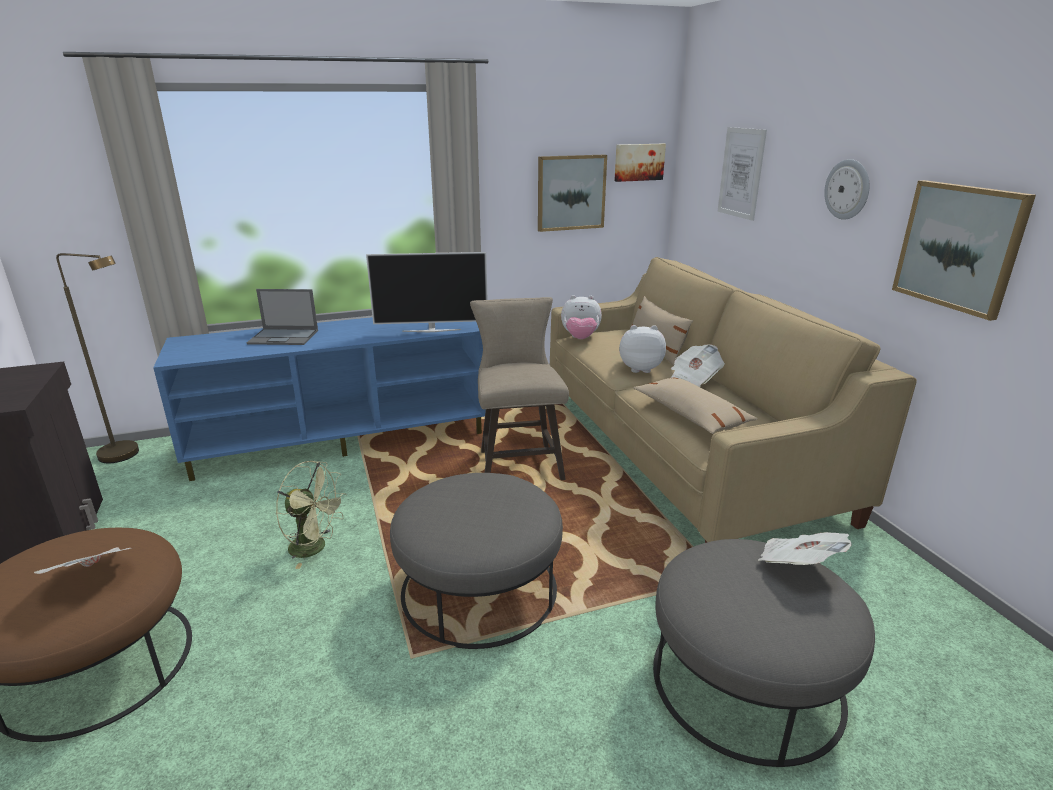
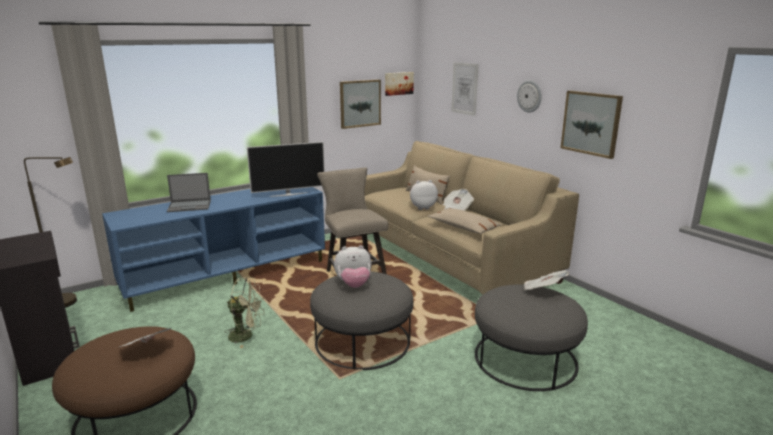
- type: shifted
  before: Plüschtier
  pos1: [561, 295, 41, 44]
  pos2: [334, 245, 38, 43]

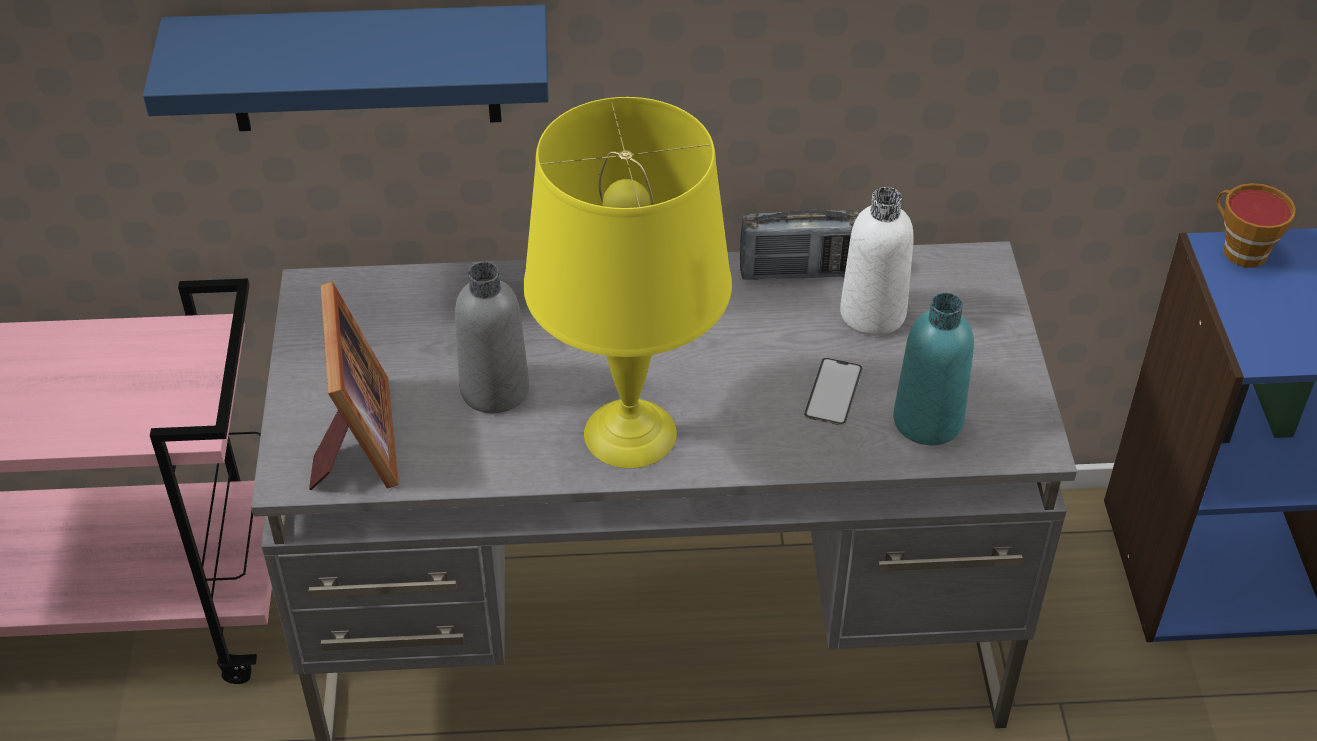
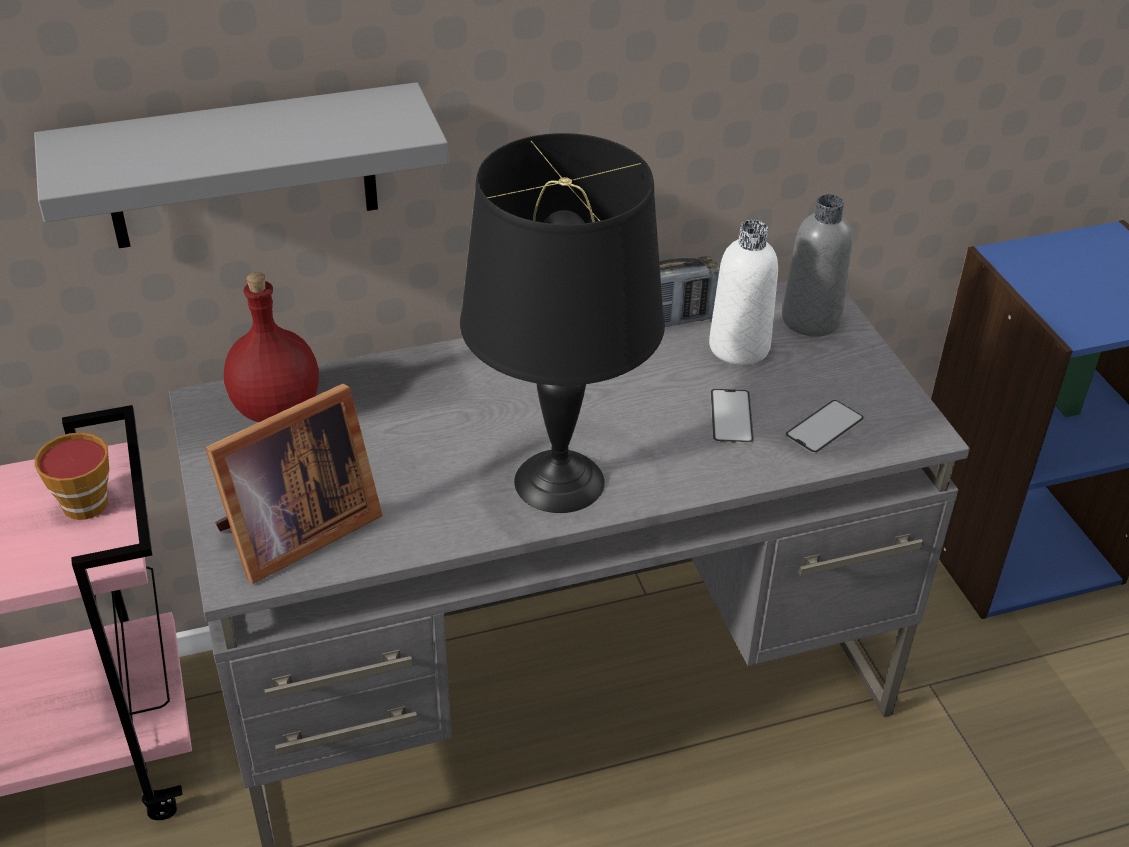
- type: repainted
  before: Wandregal (blau)
  after: Wandregal (grau)
  pos1: [143, 5, 406, 126]
  pos2: [34, 82, 414, 166]
- type: shifted
  before: Tasse
  pos1: [1216, 183, 80, 85]
  pos2: [35, 432, 74, 88]
- type: rotated
  before: Bilderrahmen
  pos1: [309, 281, 90, 209]
  pos2: [205, 383, 177, 201]
  turn: 75
- type: new
  after: Flasche (rot)
  pos2: [224, 272, 95, 150]
- type: repainted
  before: Tischlampe (gelb)
  after: Tischlampe (schwarz)
  pos1: [523, 97, 209, 371]
  pos2: [460, 133, 205, 380]
- type: shifted
  before: Flasche (grau)
  pos1: [455, 262, 74, 151]
  pos2: [782, 194, 71, 143]
- type: swapped
  before: Flasche (türkis)
  after: Handy
  pos1: [893, 293, 81, 152]
  pos2: [785, 400, 79, 54]

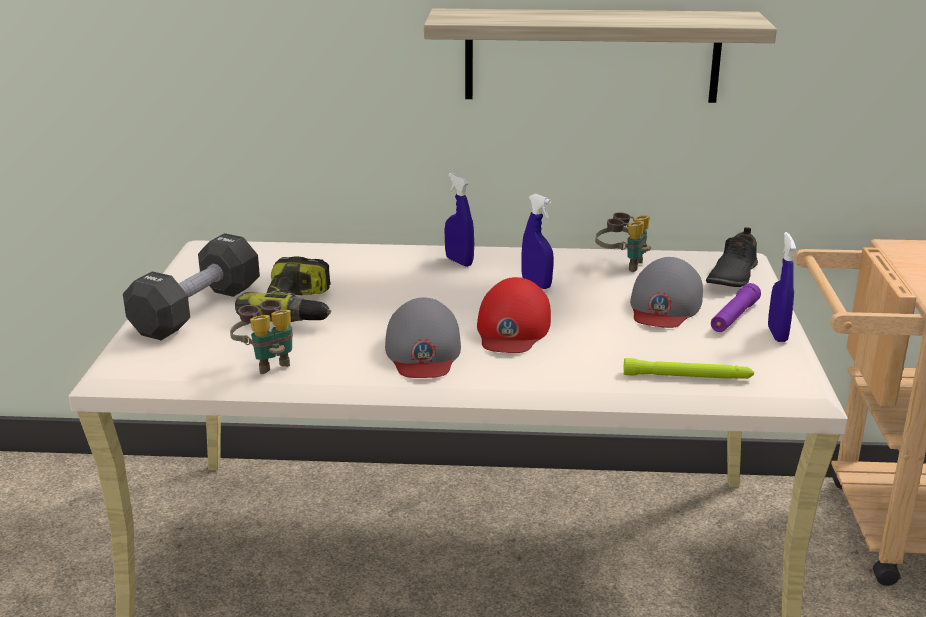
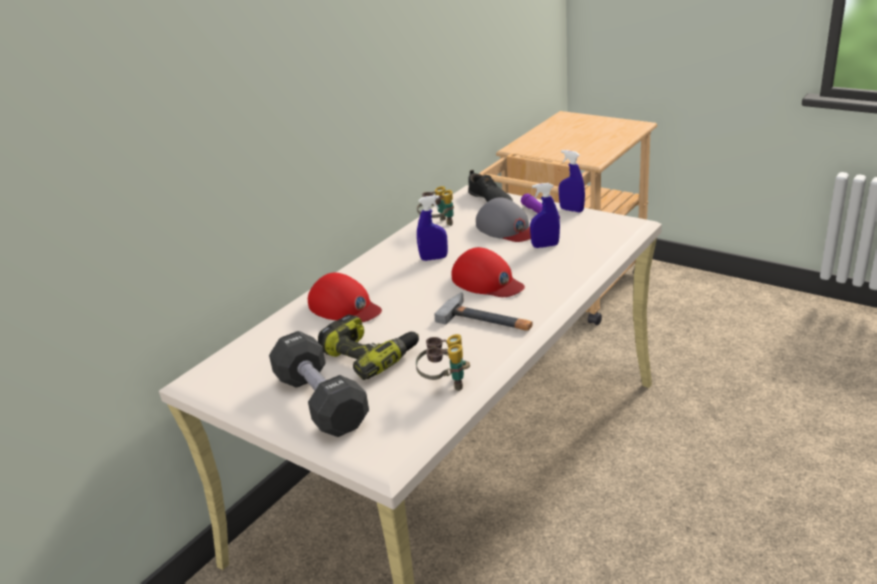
- type: new
  after: Kappe (rot)
  pos2: [308, 273, 74, 49]
- type: swapped
  before: Kappe (grau)
  after: Hammer
  pos1: [385, 297, 76, 81]
  pos2: [434, 292, 99, 39]
- type: shifted
  before: Sprühflasche (blau)
  pos1: [445, 173, 29, 94]
  pos2: [530, 183, 30, 65]
- type: gone
  before: Wandregal
  pos1: [424, 8, 353, 95]
- type: gone
  before: Taschenlampe (grün)
  pos1: [623, 358, 131, 21]

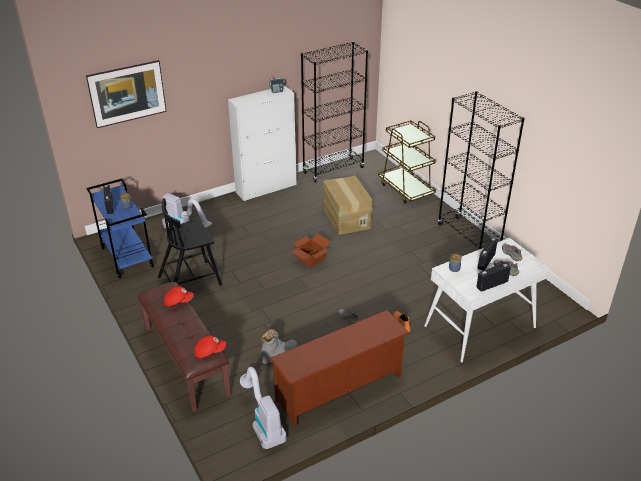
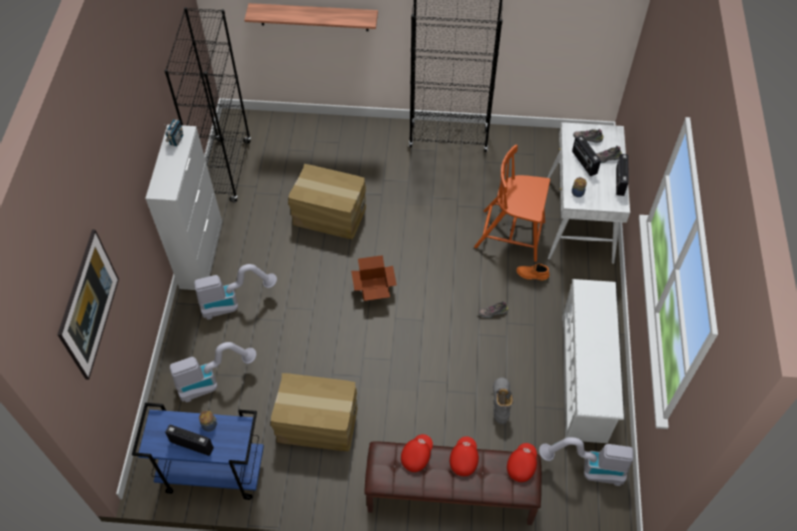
- type: new
  after: Staubsauger
  pos2: [194, 264, 83, 55]
- type: new
  after: Wandregal
  pos2: [244, 3, 134, 28]
- type: swapped
  before: Stuhl (schwarz)
  after: Karton
  pos1: [158, 198, 64, 88]
  pos2: [271, 373, 87, 78]
- type: new
  after: Kappe (rot)
  pos2: [450, 436, 29, 40]
- type: new
  after: Stuhl (orange)
  pos2: [474, 144, 76, 118]
- type: repainted
  before: Schuhregal (braun)
  after: Schuhregal (weiß)
  pos1: [270, 310, 140, 116]
  pos2: [562, 279, 62, 164]
- type: gone
  before: Rollwagen (braun)
  pos1: [378, 120, 58, 84]

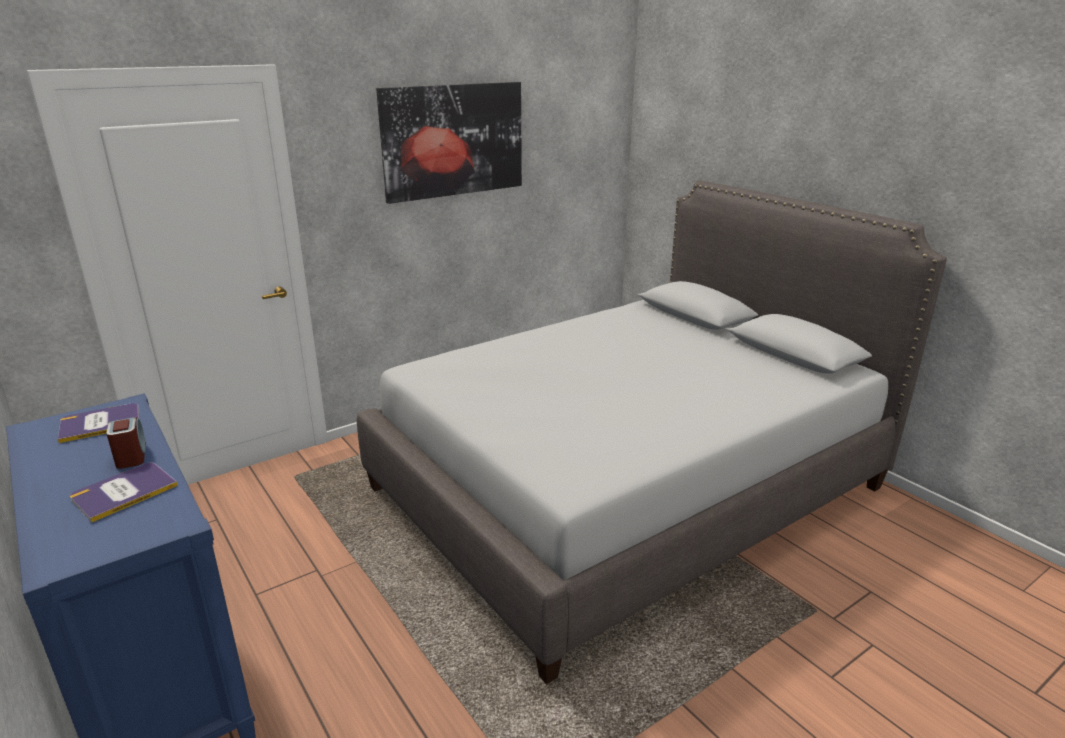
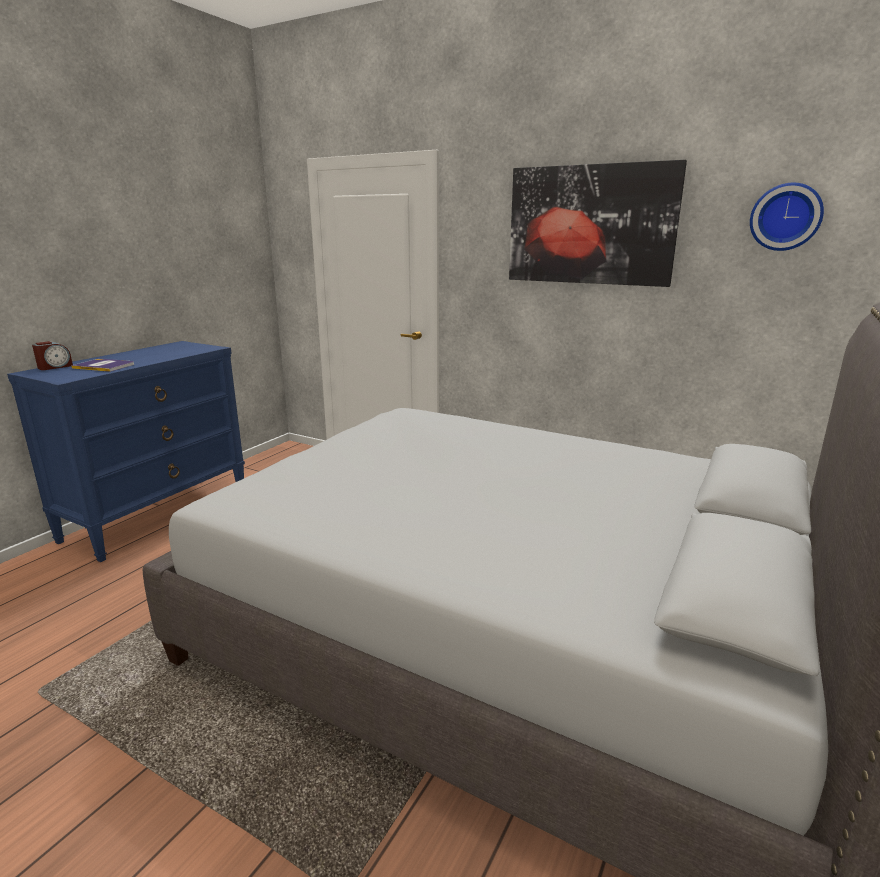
- type: shifted
  before: Wecker
  pos1: [106, 417, 40, 52]
  pos2: [32, 341, 41, 29]
- type: new
  after: Wanduhr
  pos2: [750, 183, 74, 68]
- type: gone
  before: Buch
  pos1: [58, 403, 82, 40]

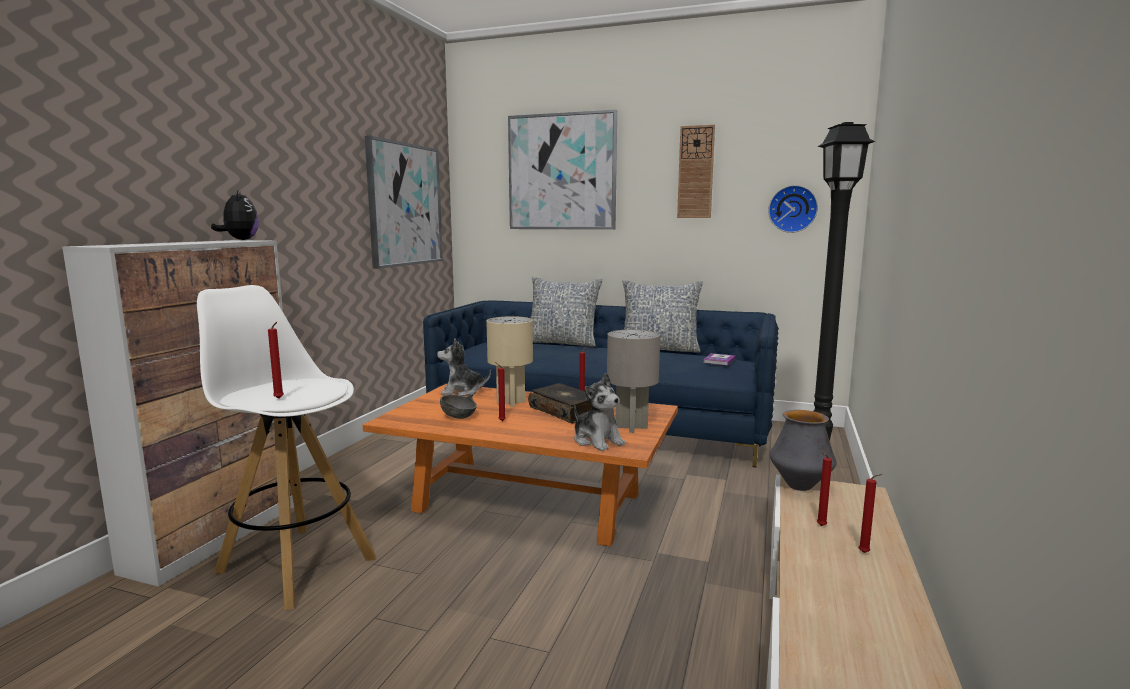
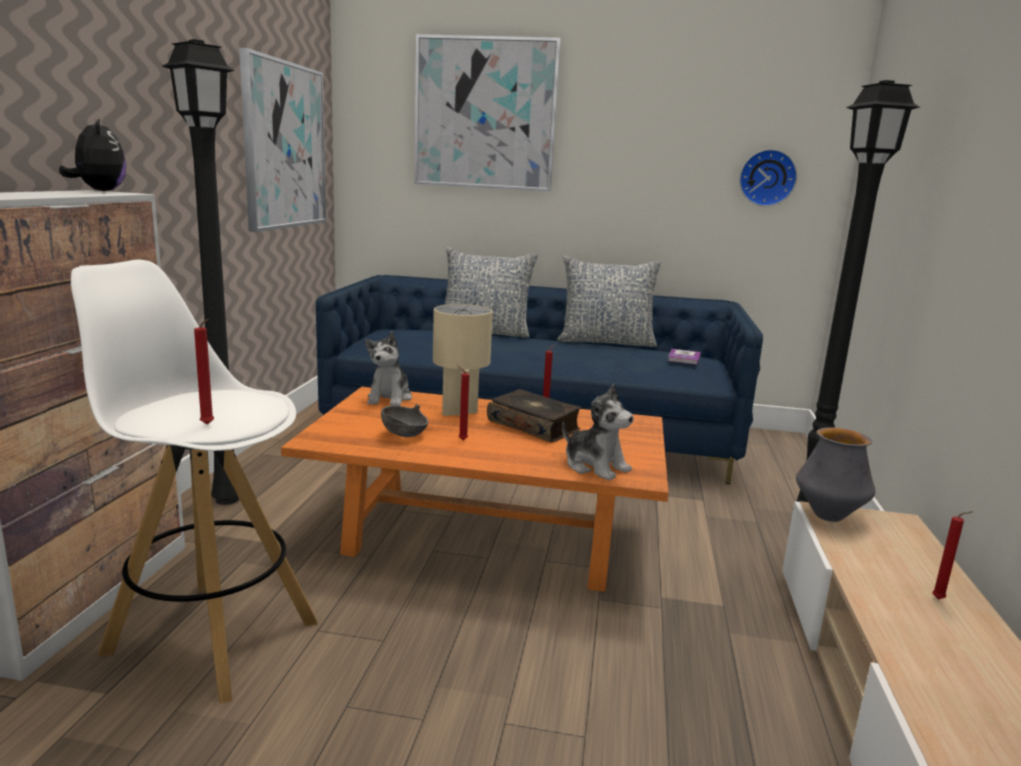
- type: new
  after: Stehlampe (schwarz)
  pos2: [162, 39, 77, 466]
- type: rotated
  before: Plüschtier
  pos1: [437, 338, 54, 58]
  pos2: [365, 331, 47, 75]
  turn: -75
- type: gone
  before: Tischlampe (grau)
  pos1: [607, 329, 53, 104]
- type: gone
  before: Wanduhr
  pos1: [677, 125, 38, 93]
- type: gone
  before: Kerze (rot)
  pos1: [817, 452, 15, 74]

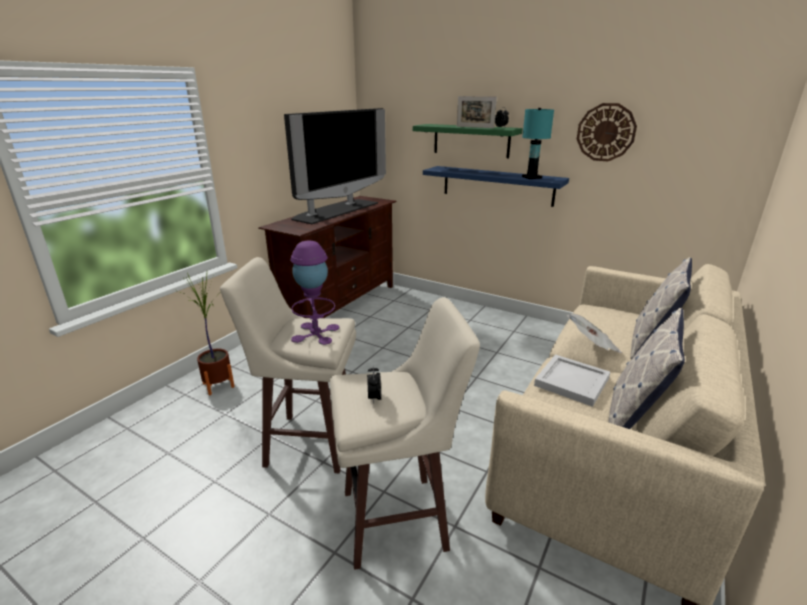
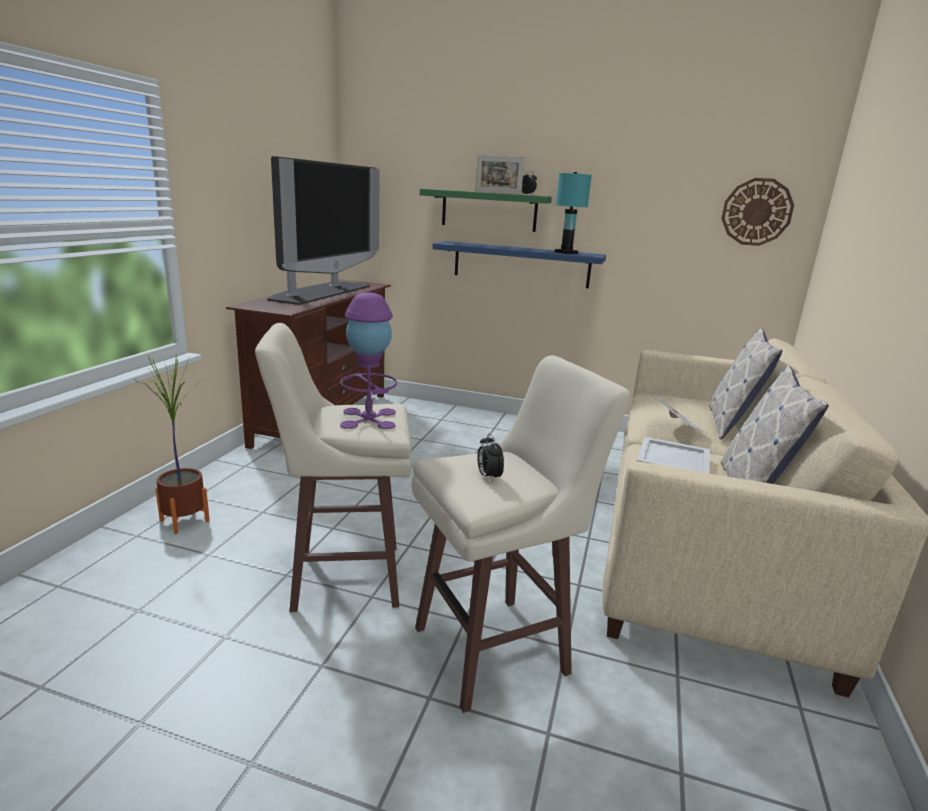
- type: shifted
  before: Wanduhr
  pos1: [577, 103, 60, 58]
  pos2: [721, 178, 73, 68]

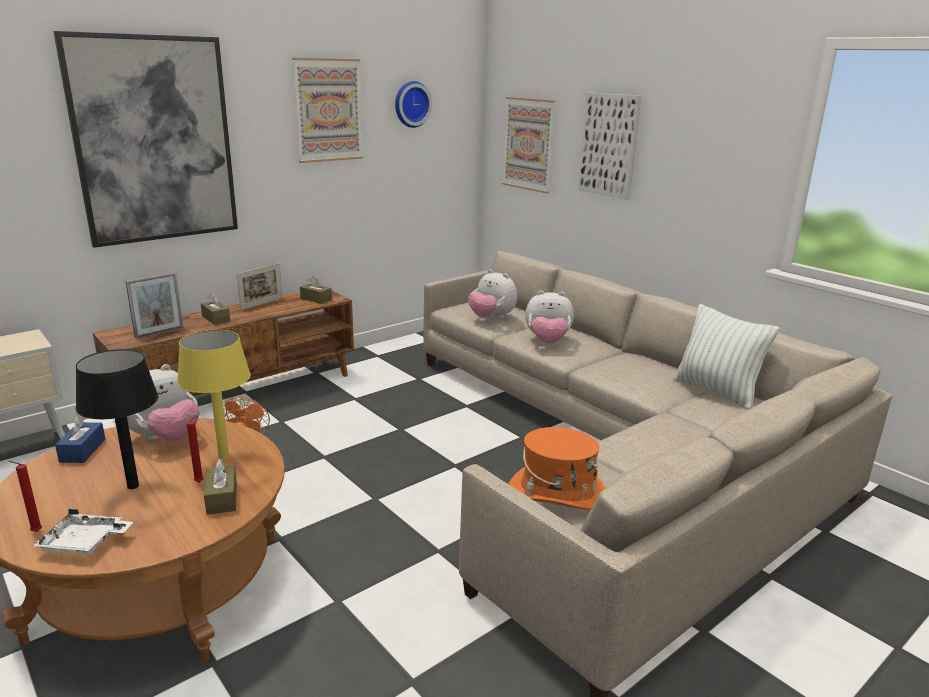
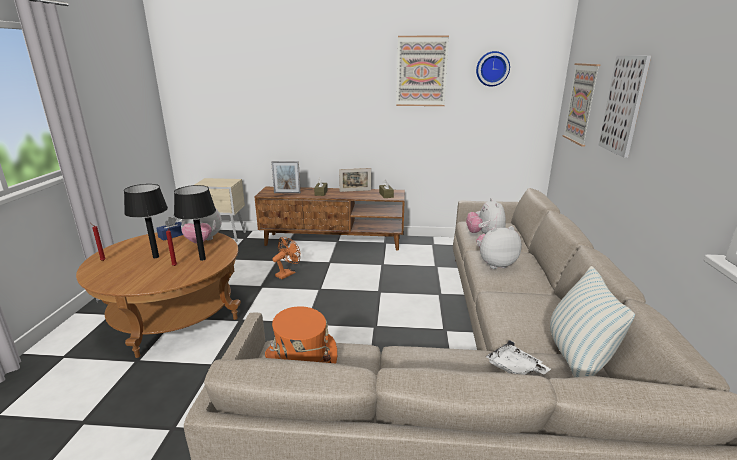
- type: repainted
  before: Tischlampe (gelb)
  after: Tischlampe (schwarz)
  pos1: [177, 330, 74, 130]
  pos2: [174, 185, 42, 76]
- type: rotated
  before: Plüschtier
  pos1: [525, 290, 49, 54]
  pos2: [477, 226, 45, 43]
  turn: 120
- type: shifted
  before: Tablett (weiß)
  pos1: [32, 508, 101, 47]
  pos2: [485, 340, 66, 35]
- type: gone
  before: Bild
  pos1: [53, 31, 185, 217]
- type: gone
  before: Taschentuchbox (braun)
  pos1: [204, 459, 33, 56]

